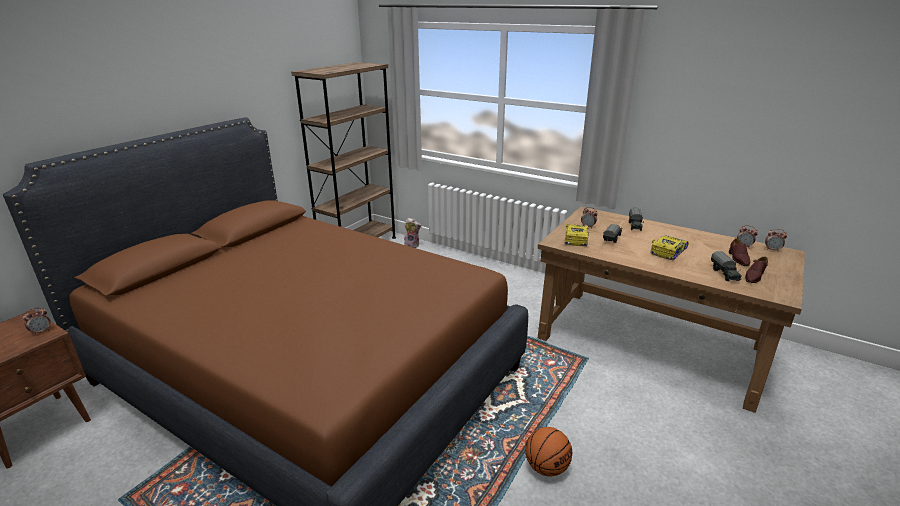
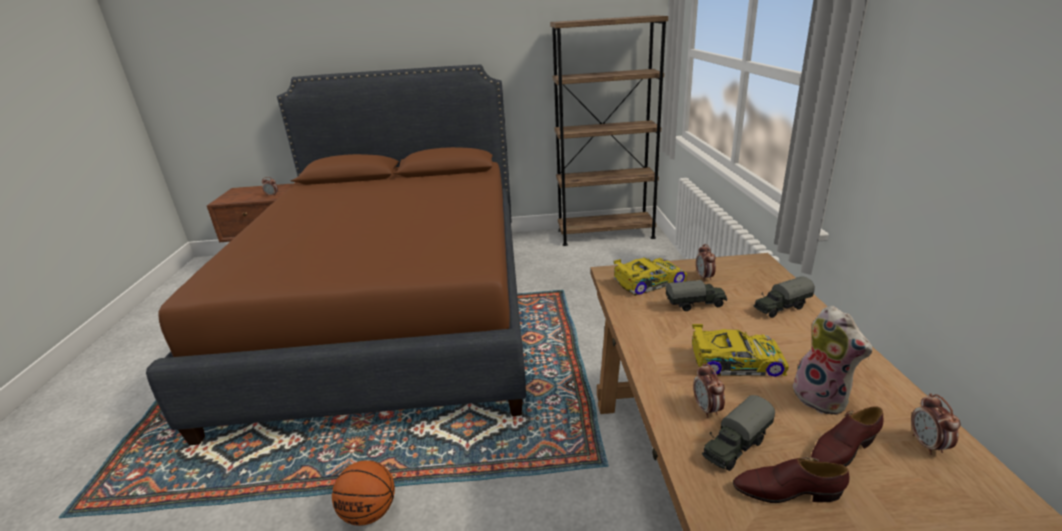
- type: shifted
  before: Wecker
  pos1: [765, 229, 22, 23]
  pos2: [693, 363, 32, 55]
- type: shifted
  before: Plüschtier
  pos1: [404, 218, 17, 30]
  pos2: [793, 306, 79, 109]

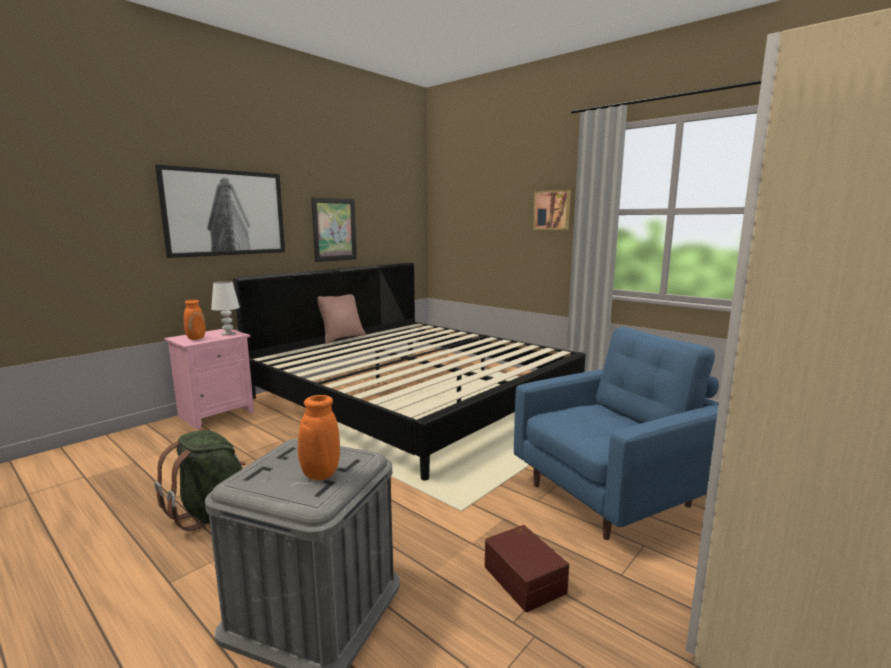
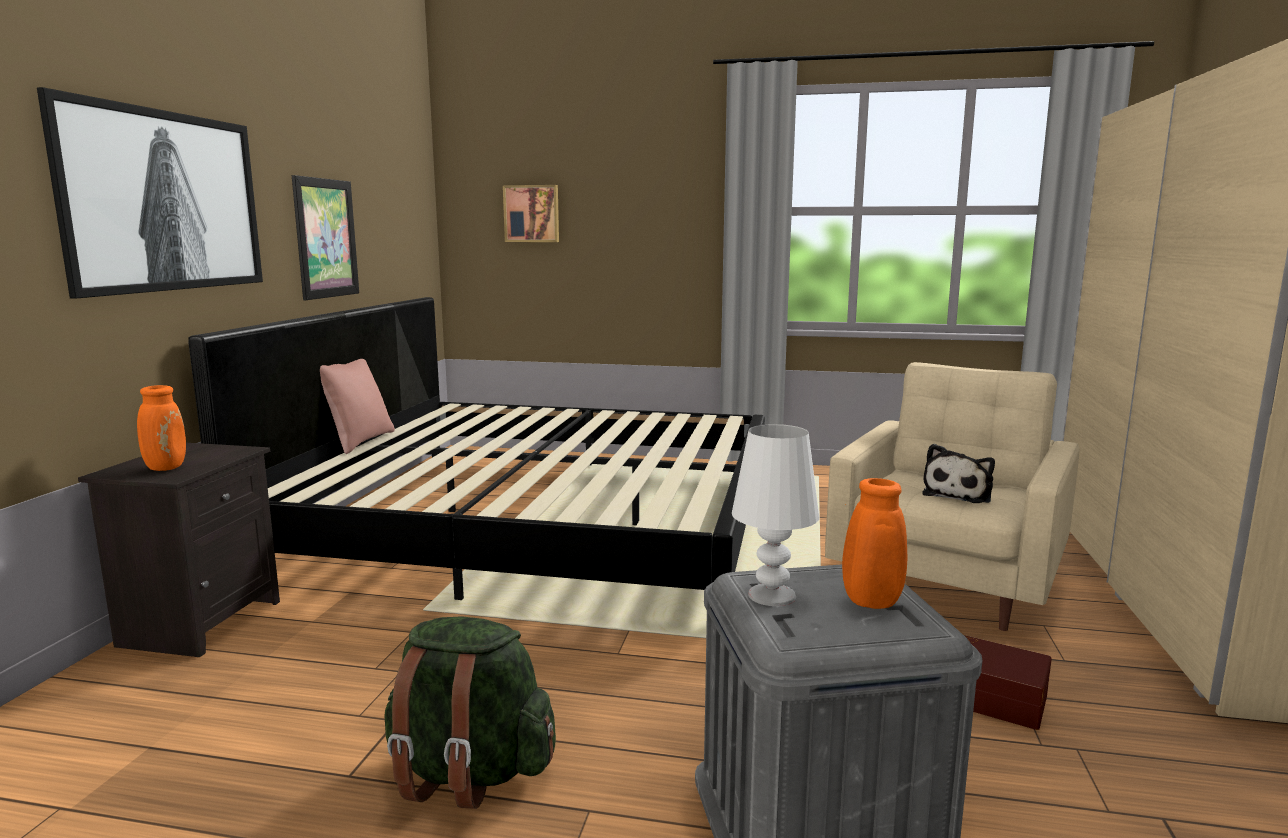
- type: repainted
  before: Nachttisch (rosa)
  after: Nachttisch (schwarz)
  pos1: [164, 329, 90, 100]
  pos2: [78, 443, 202, 214]
- type: shifted
  before: Bild
  pos1: [533, 190, 38, 40]
  pos2: [503, 185, 56, 57]
- type: shifted
  before: Tischlampe (weiß)
  pos1: [211, 281, 29, 54]
  pos2: [732, 424, 87, 182]
- type: repainted
  before: Sessel (blau)
  after: Sessel (beige)
  pos1: [514, 327, 205, 213]
  pos2: [825, 362, 255, 269]
- type: new
  after: Plüschtier
  pos2: [922, 444, 73, 59]

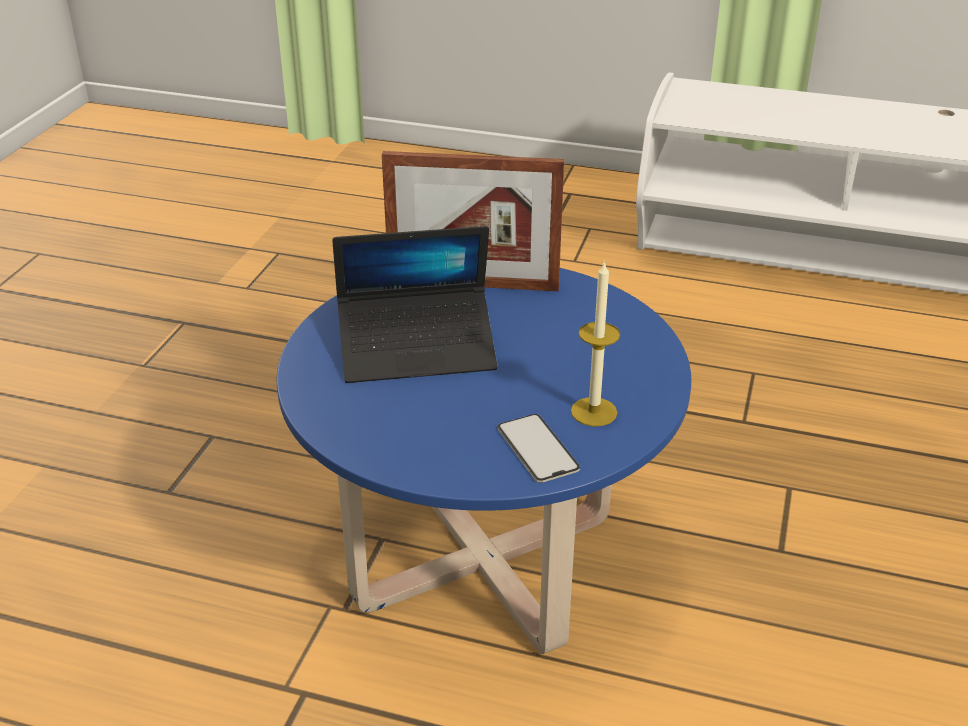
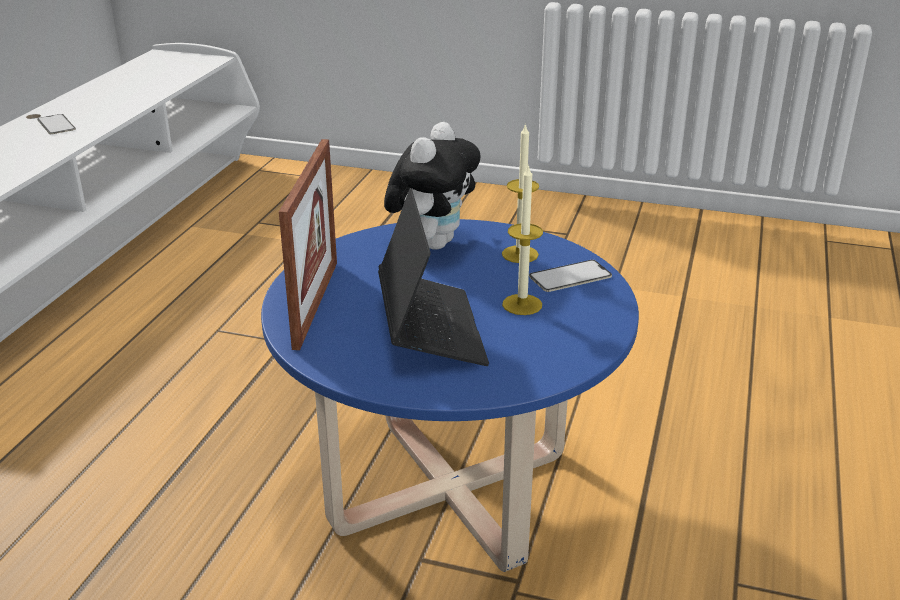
- type: new
  after: Handy
  pos2: [37, 114, 39, 20]
- type: new
  after: Plüschtier
  pos2: [384, 122, 96, 128]
- type: new
  after: Kerze
  pos2: [502, 165, 41, 150]

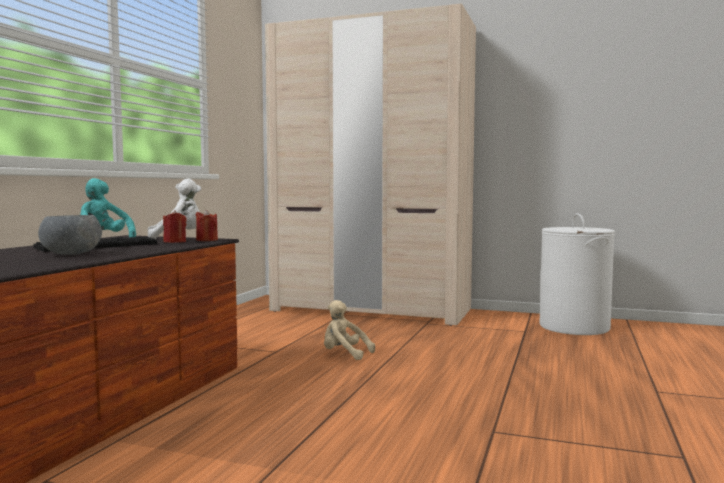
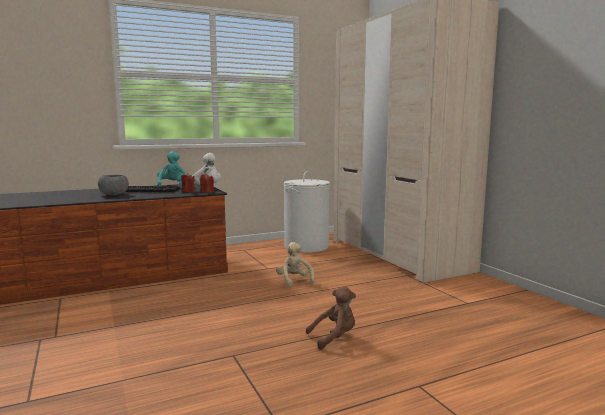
- type: shifted
  before: Wäschekorb (weiß)
  pos1: [540, 213, 75, 122]
  pos2: [284, 171, 46, 82]
- type: new
  after: Plüschtier (braun)
  pos2: [306, 286, 50, 64]

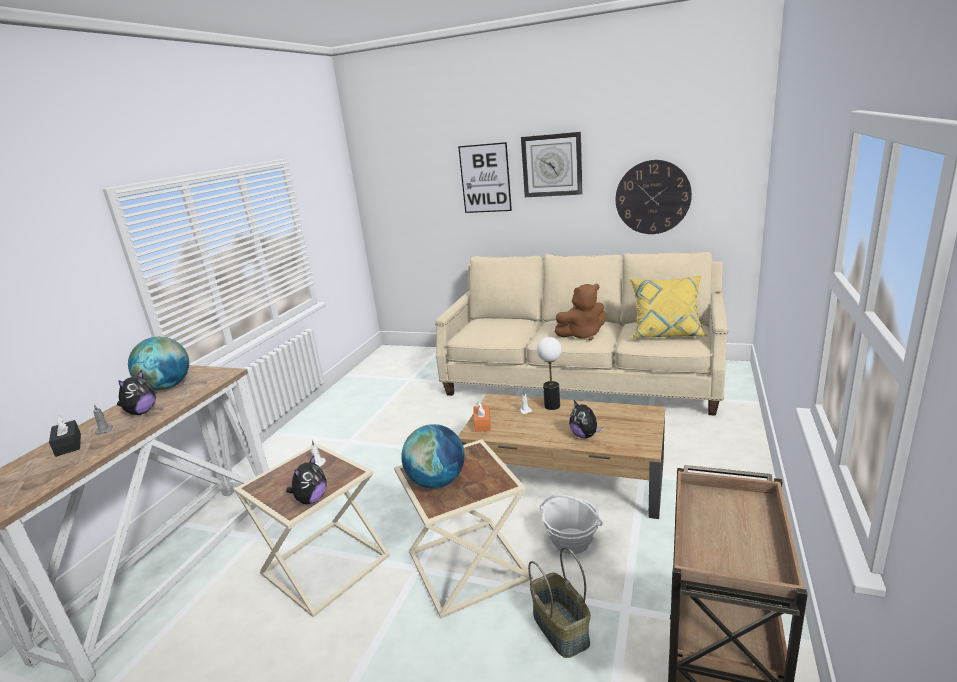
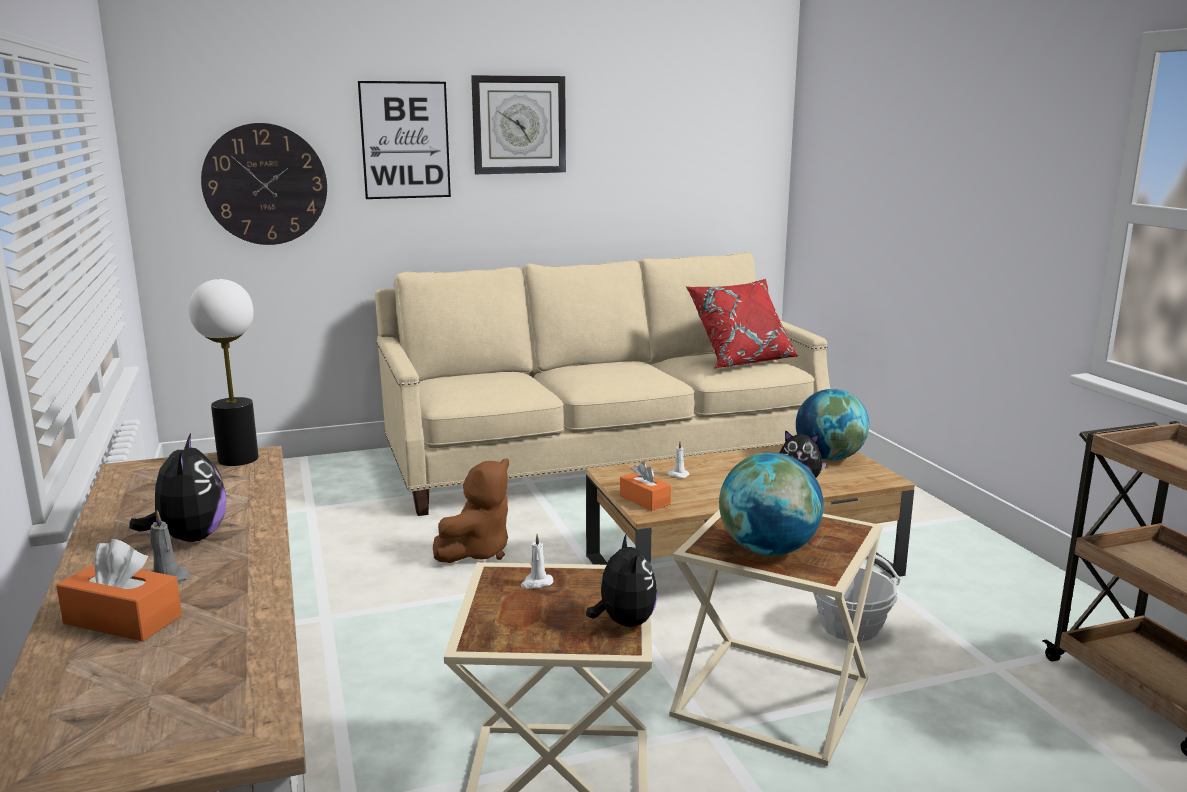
- type: repainted
  before: Taschentuchbox (schwarz)
  after: Taschentuchbox (orange)
  pos1: [49, 415, 32, 42]
  pos2: [56, 539, 126, 103]
- type: shifted
  before: Tischlampe
  pos1: [537, 337, 25, 73]
  pos2: [189, 279, 70, 187]
- type: shifted
  before: Wanduhr
  pos1: [616, 160, 76, 74]
  pos2: [201, 123, 126, 122]
- type: shifted
  before: Plüschtier (braun)
  pos1: [555, 284, 51, 57]
  pos2: [433, 458, 76, 105]
- type: repainted
  before: Kissen (gelb)
  after: Kissen (rot)
  pos1: [629, 275, 79, 63]
  pos2: [685, 279, 113, 89]
- type: shifted
  before: Globus
  pos1: [128, 337, 61, 53]
  pos2: [796, 389, 73, 71]
- type: gone
  before: Korb
  pos1: [528, 547, 63, 111]

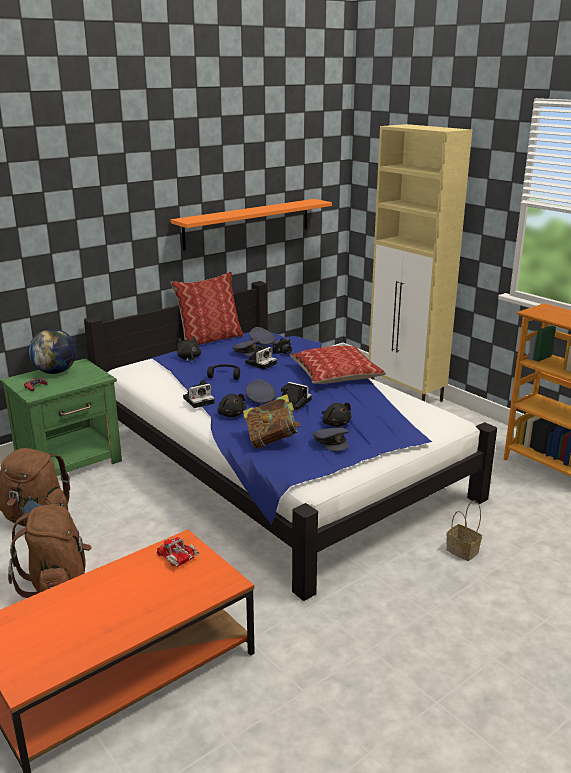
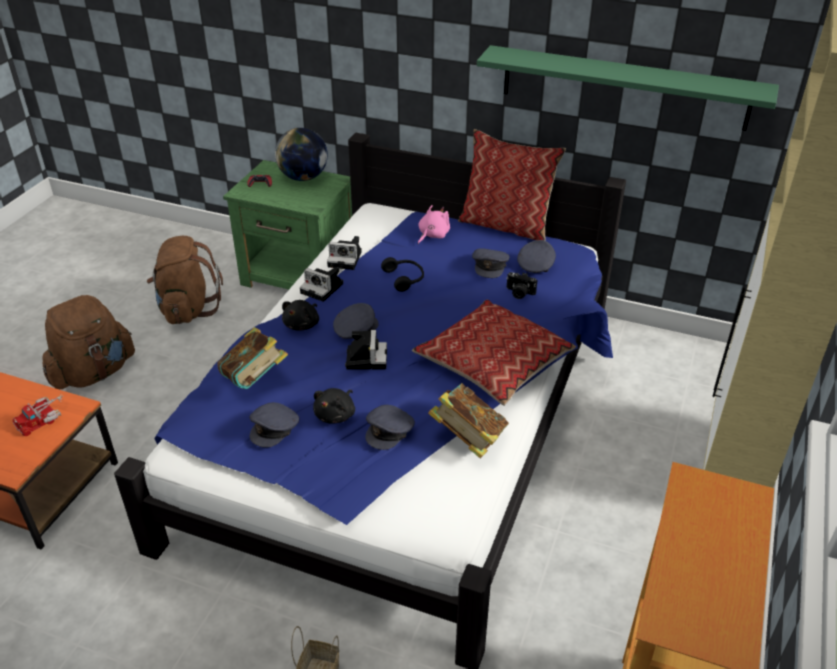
- type: rotated
  before: Spielzeuglaster
  pos1: [157, 537, 42, 30]
  pos2: [13, 394, 50, 42]
  turn: -150
- type: shifted
  before: Kamera
  pos1: [245, 345, 32, 25]
  pos2: [327, 236, 35, 34]
- type: new
  after: Kappe (grau)
  pos2: [365, 405, 50, 45]
- type: repainted
  before: Plüschtier (schwarz)
  after: Plüschtier (rosa)
  pos1: [177, 336, 24, 27]
  pos2: [418, 205, 32, 40]
- type: new
  after: Buch
  pos2: [428, 383, 81, 76]
- type: repainted
  before: Wandregal (orange)
  after: Wandregal (grün)
  pos1: [171, 199, 161, 52]
  pos2: [477, 45, 302, 86]

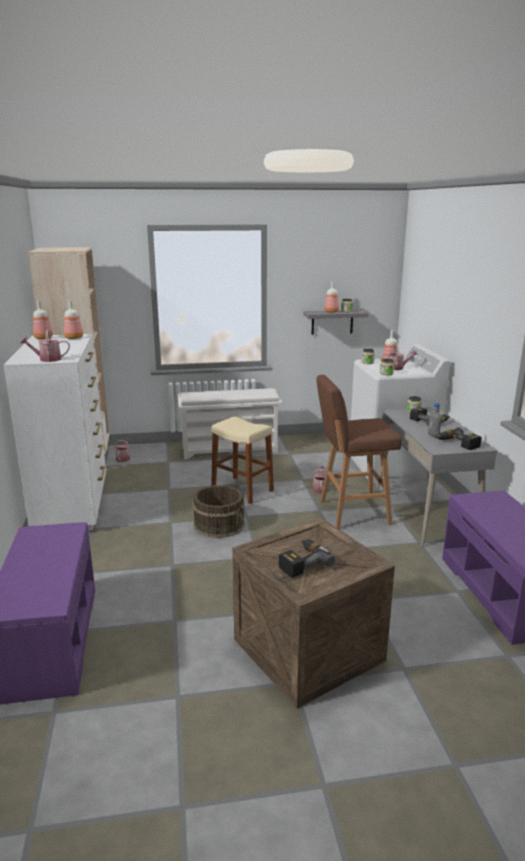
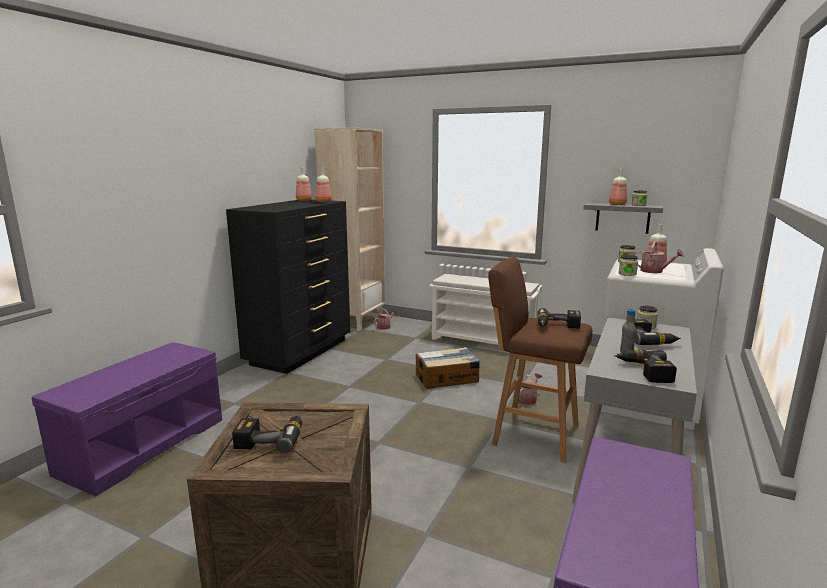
- type: repainted
  before: Kommode (weiß)
  after: Kommode (schwarz)
  pos1: [4, 334, 102, 197]
  pos2: [226, 200, 124, 174]
- type: swapped
  before: Hocker (beige)
  after: Karton
  pos1: [211, 417, 63, 87]
  pos2: [416, 347, 64, 42]
- type: new
  after: Bohrmaschine
  pos2: [537, 308, 44, 21]
- type: gone
  before: Gießkanne
  pos1: [20, 330, 50, 32]
- type: gone
  before: Eimer (braun)
  pos1: [193, 485, 52, 53]

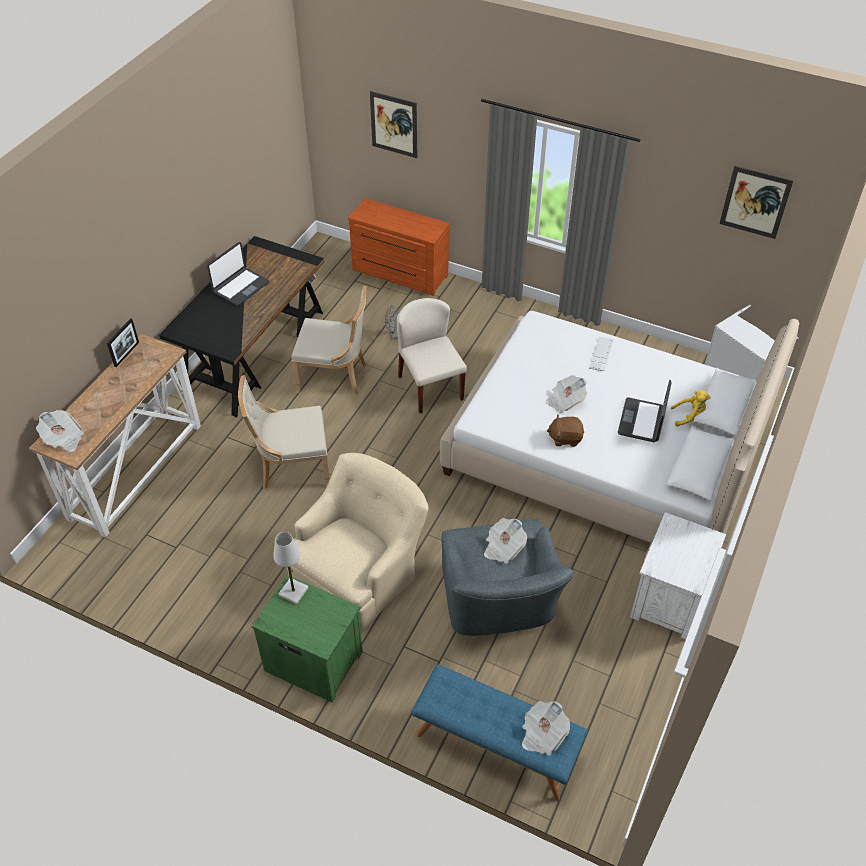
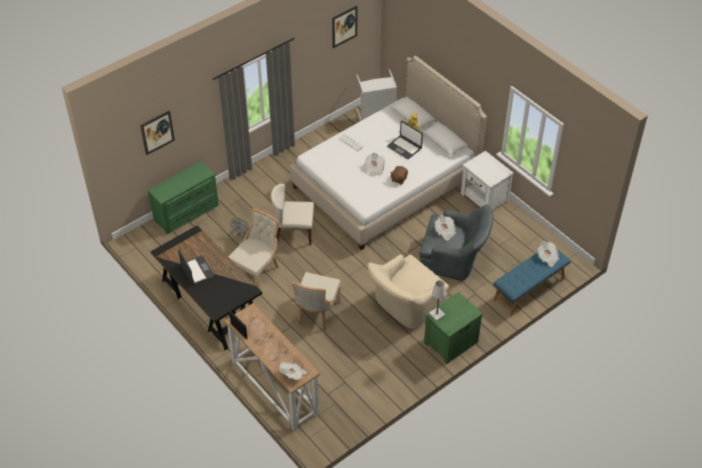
- type: repainted
  before: Kommode (braun)
  after: Kommode (grün)
  pos1: [348, 198, 102, 98]
  pos2: [148, 161, 71, 73]
- type: rotated
  before: Sessel (beige)
  pos1: [287, 453, 141, 176]
  pos2: [367, 254, 82, 75]
  turn: -105

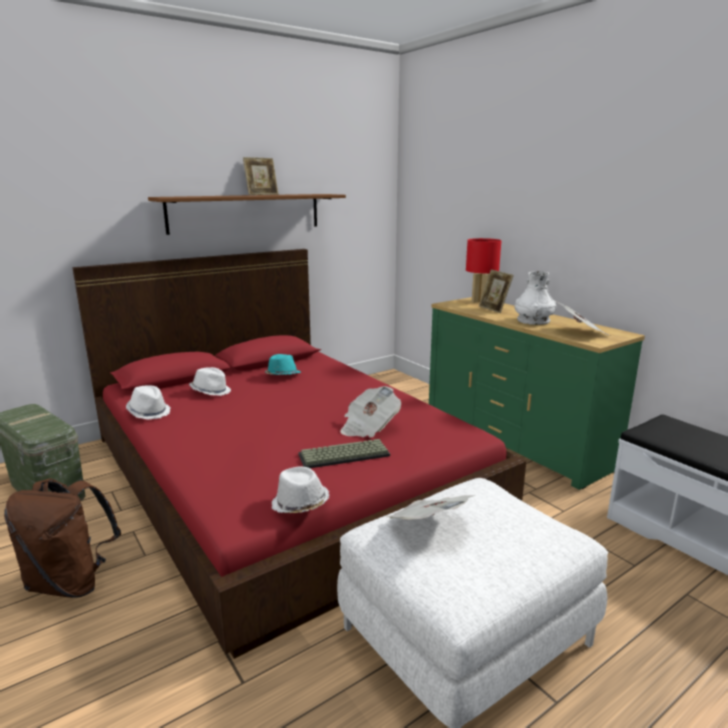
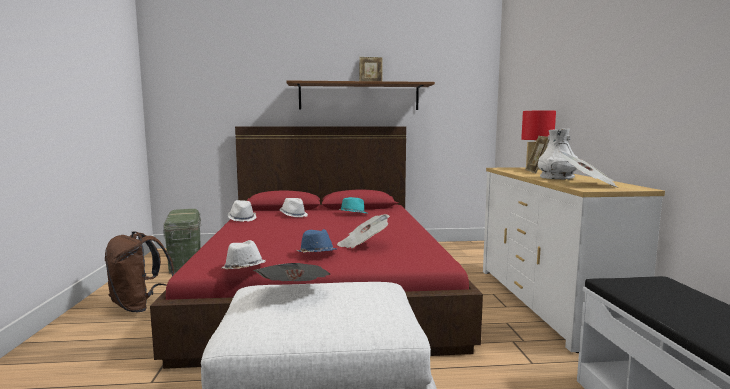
- type: swapped
  before: Tastatur
  after: Hut (blau)
  pos1: [298, 439, 92, 29]
  pos2: [296, 229, 41, 23]
- type: repainted
  before: Kommode (grün)
  after: Kommode (weiß)
  pos1: [429, 297, 216, 193]
  pos2: [483, 167, 182, 186]

